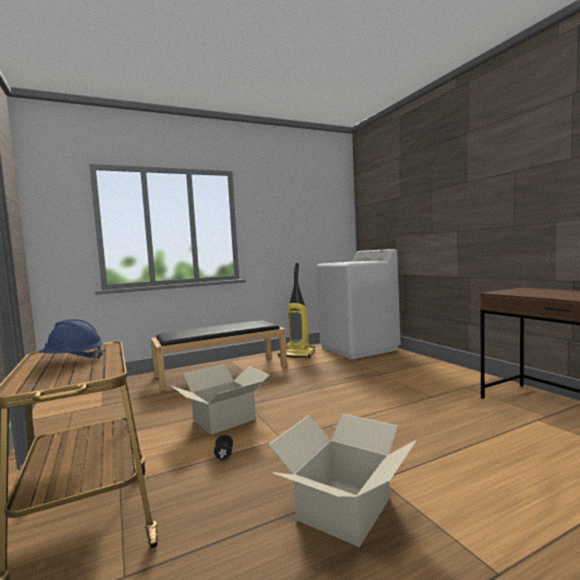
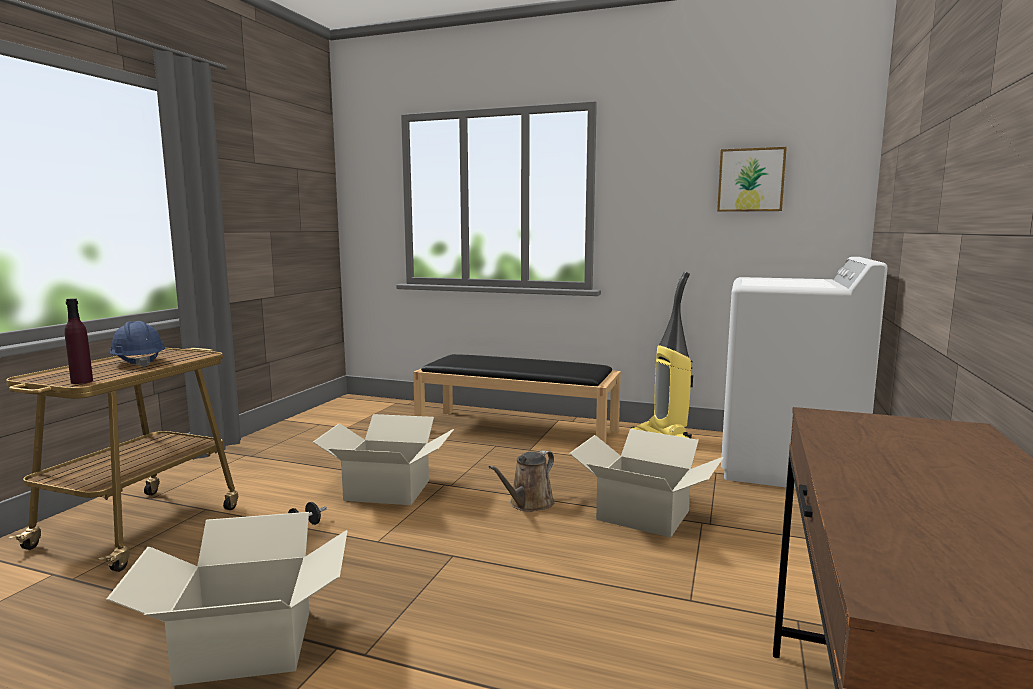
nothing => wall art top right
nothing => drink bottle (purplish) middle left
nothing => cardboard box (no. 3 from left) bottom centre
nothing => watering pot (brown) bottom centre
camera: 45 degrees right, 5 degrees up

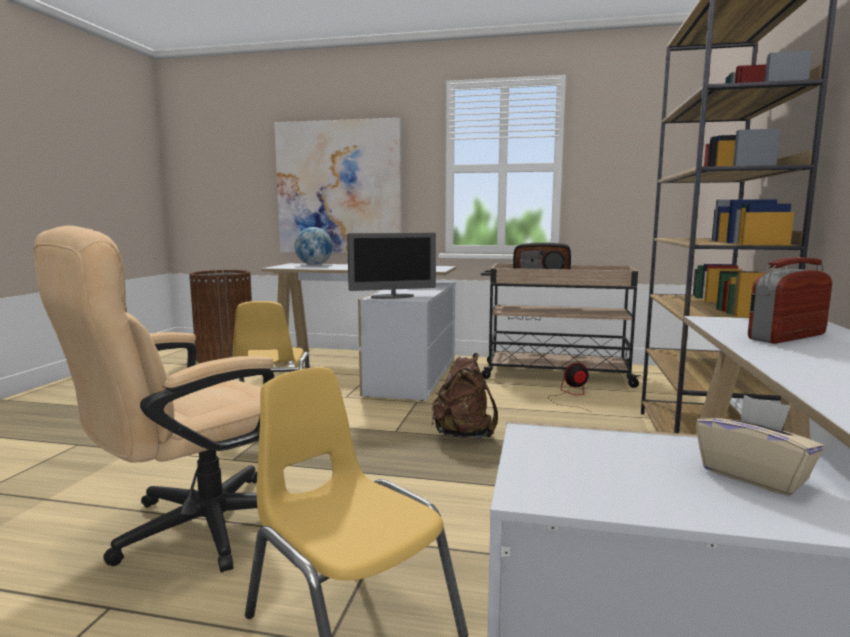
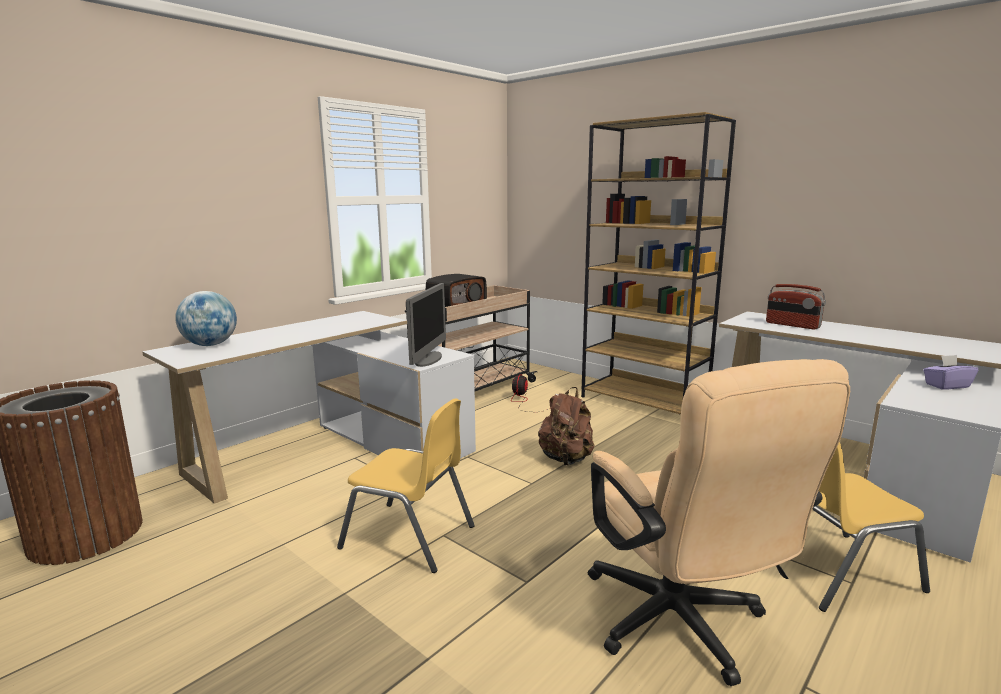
wall art top centre => nothing
radio receiver (no. 2 from left) middle right, 45 degrees counterclockwise
tissue holder (beige-coloured) bottom right => tissue holder (purplish) middle right
camera: 60 degrees left, 5 degrees up

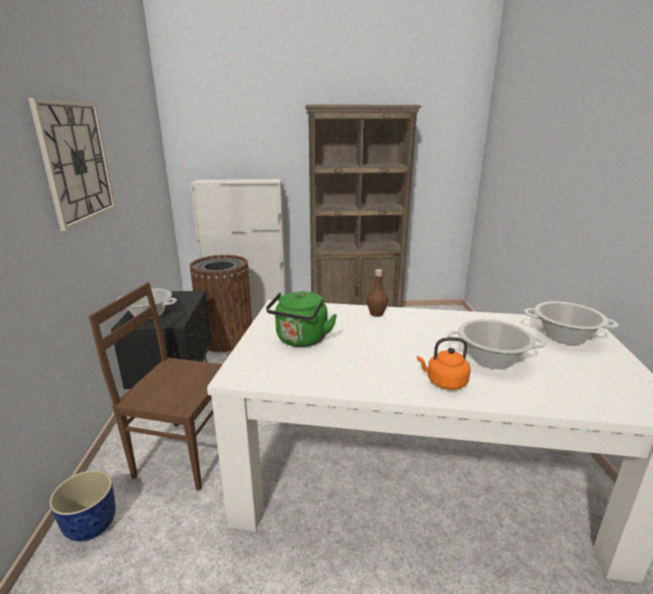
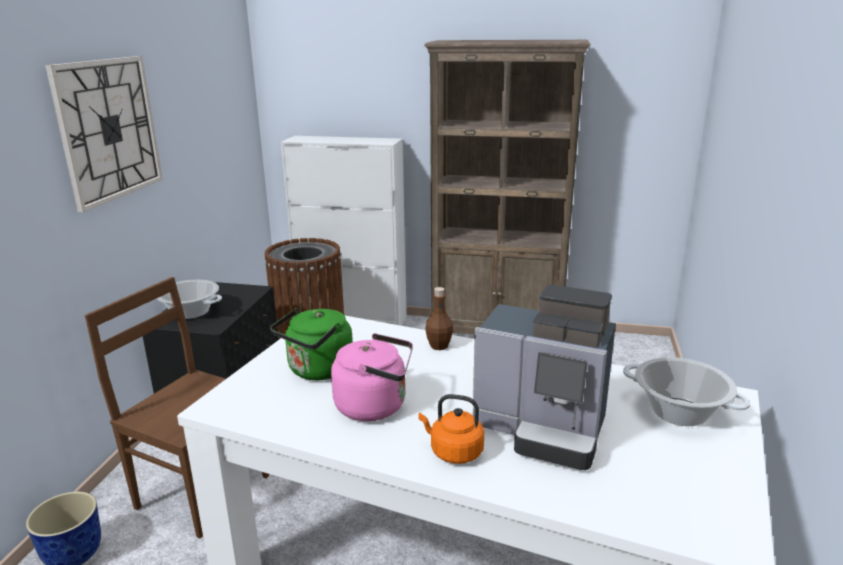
cooking pot (no. 2 from left) middle right => coffee maker bottom centre
nothing => tea kettle (pink-coloured) bottom centre
camera: 15 degrees right, 0 degrees up

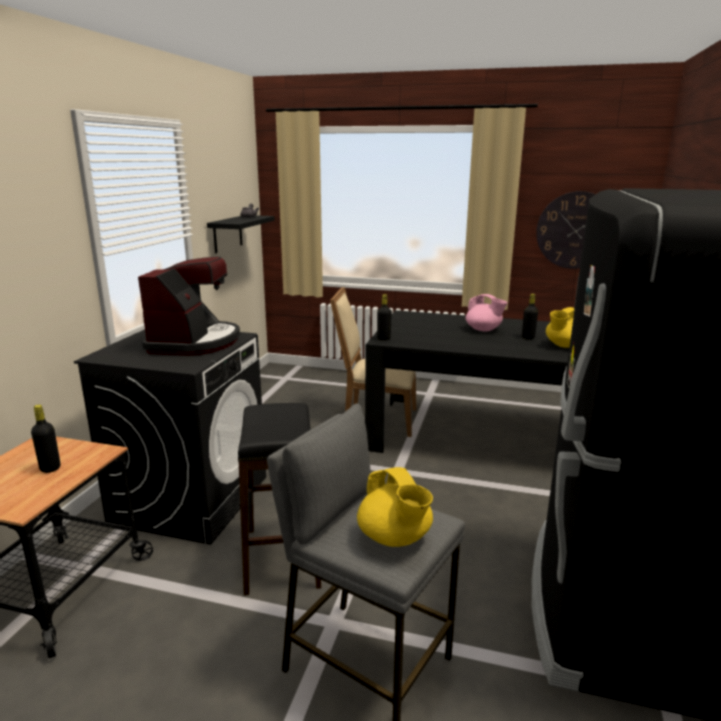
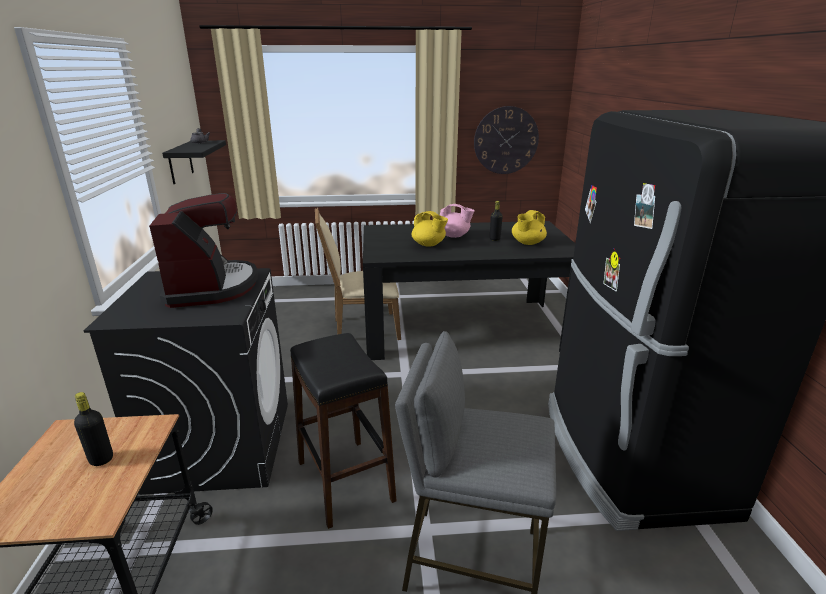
drink bottle (black) (no. 2 from left) centre => nothing
teapot (yellow-coloured) (no. 1 from left) bottom centre => teapot (yellow-coloured) (no. 1 from left) centre, relocated
camera: 20 degrees left, 5 degrees up

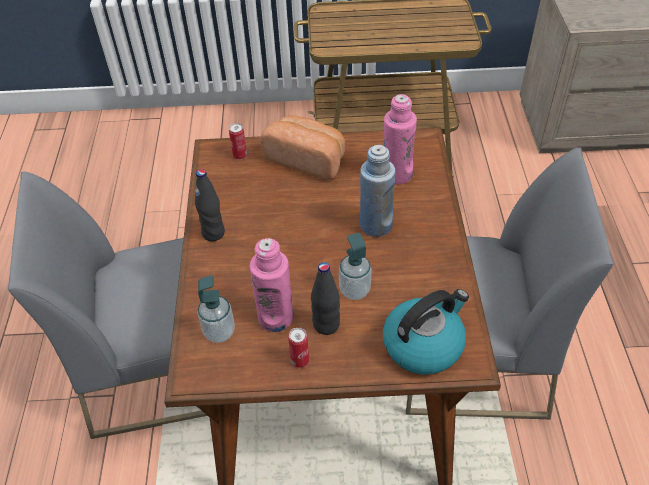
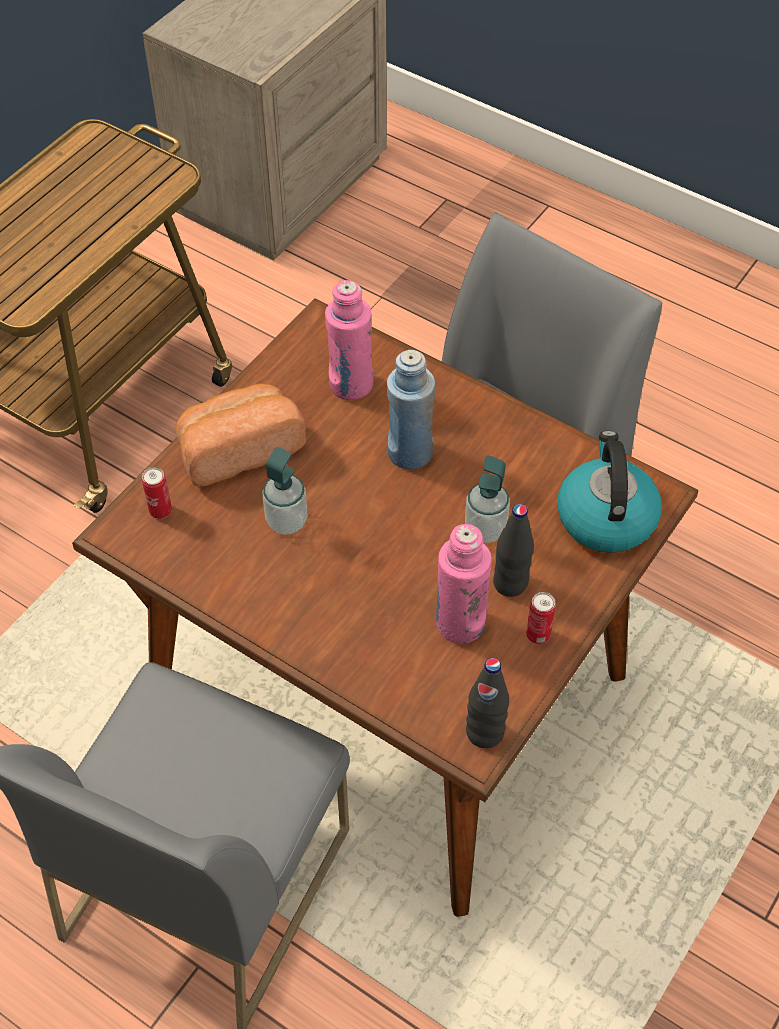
drink bottle (black) (no. 1 from left) middle left => drink bottle (black) (no. 1 from left) bottom centre, relocated
liquid soap bottle (no. 1 from left) middle left => liquid soap bottle (no. 1 from left) centre, relocated
camera: 55 degrees left, 5 degrees up

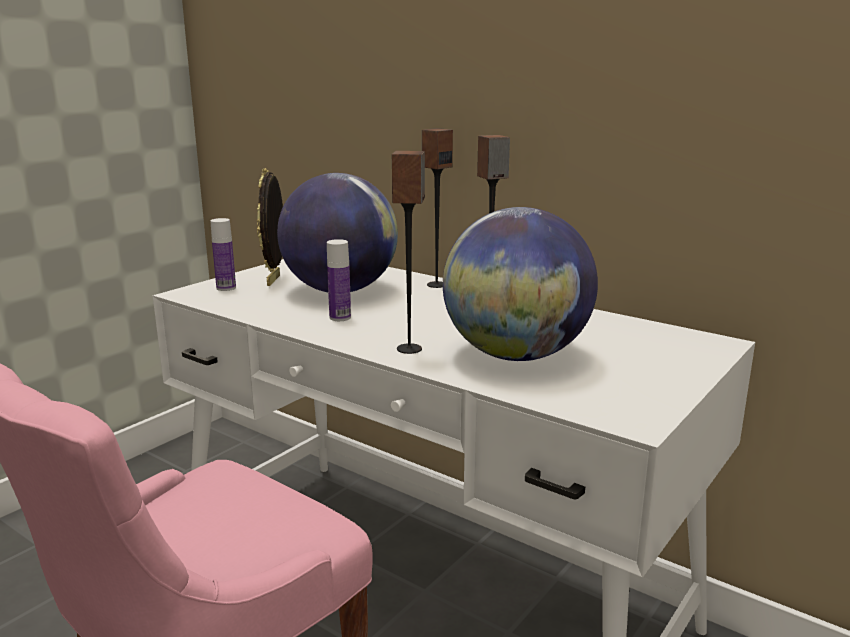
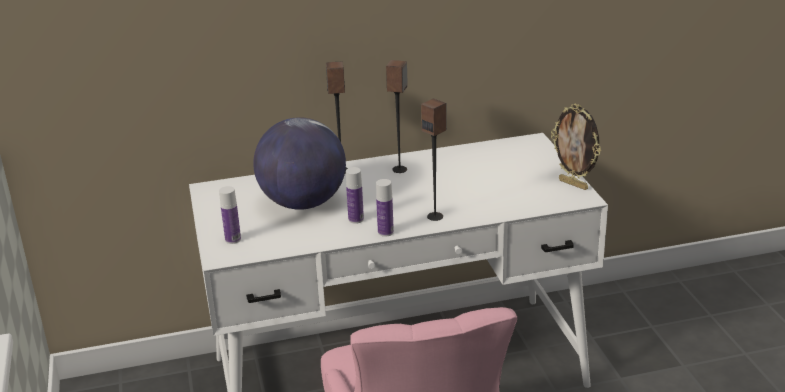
standing frame middle left => standing frame middle right, relocated
world globe (no. 2 from left) centre => nothing
nothing => drink bottle (no. 3 from left) centre
camera: 50 degrees left, 10 degrees up

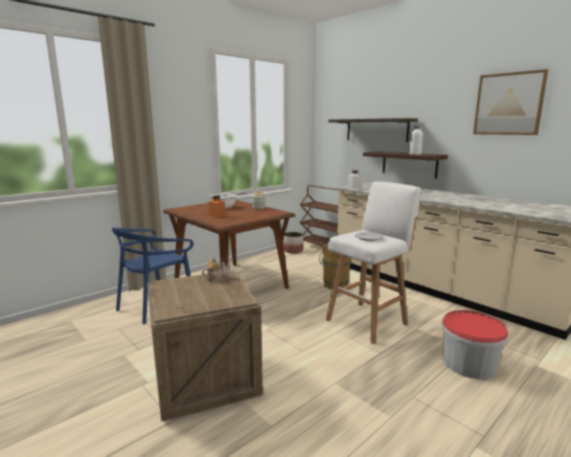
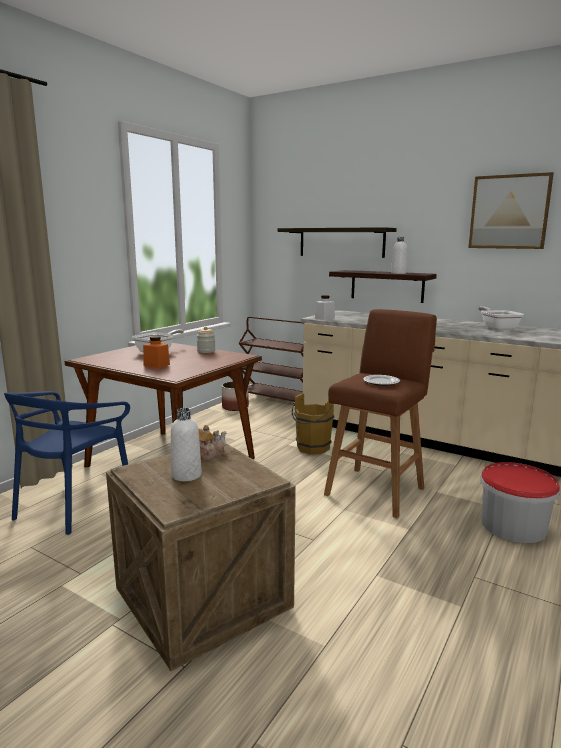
sitting stool (white-coloured) centre => sitting stool (brown) middle right
nothing => frying pan (no. 2 from left) middle right
nothing => drink bottle (white-coloured) (no. 1 from left) middle left
camera: 15 degrees left, 0 degrees up

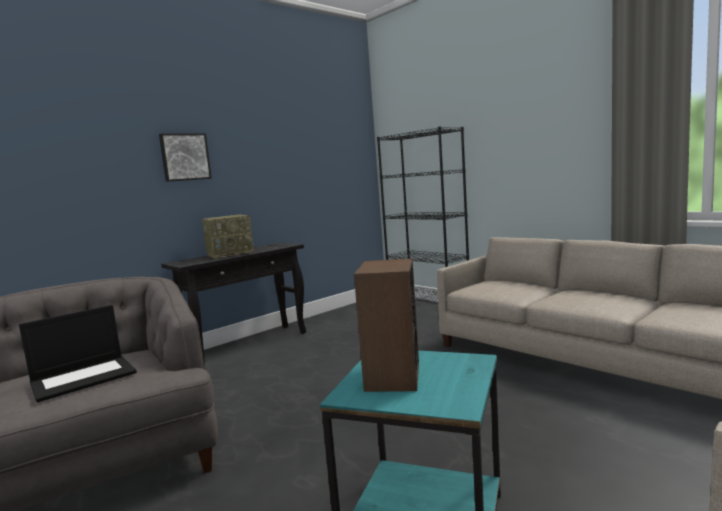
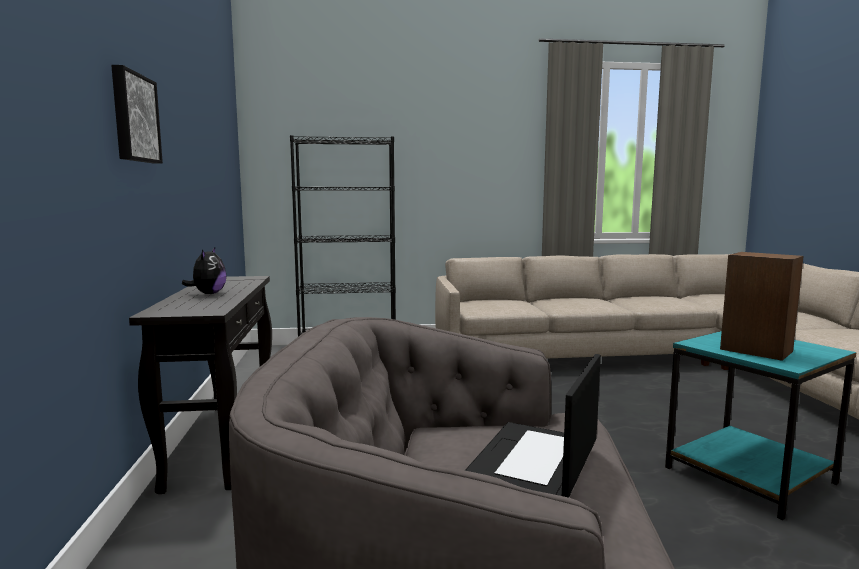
radio receiver middle left => cuddly toy middle left
laptop bottom left => laptop bottom centre, 150 degrees counterclockwise
camera: 55 degrees left, 0 degrees up

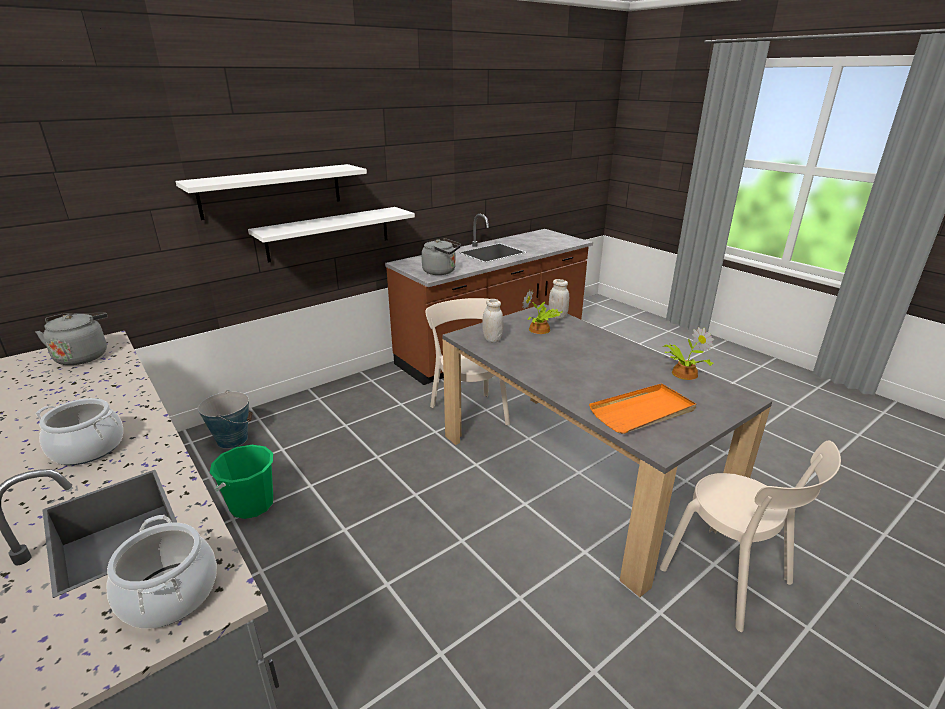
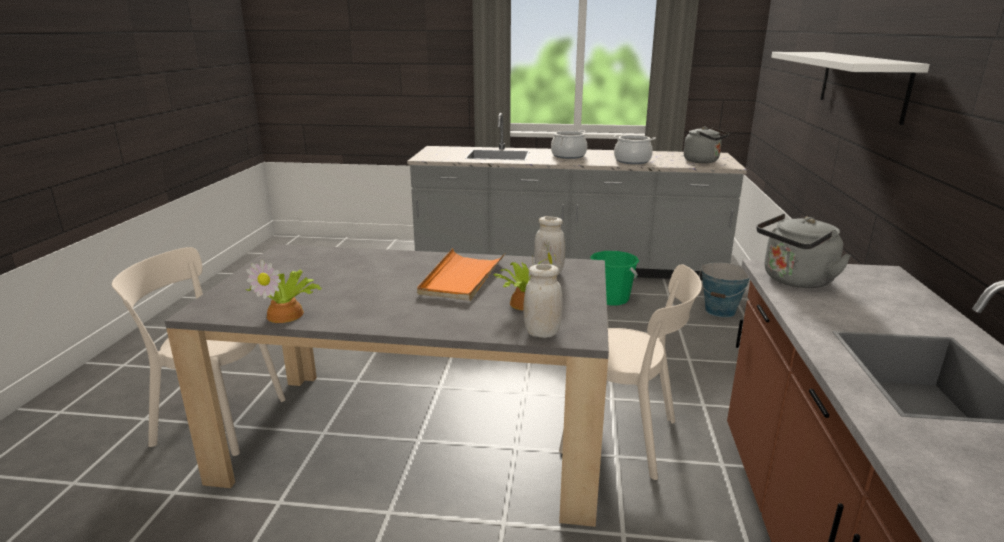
bracket shelf (white-coloured) (no. 2 from left) top centre => nothing
serving tray (orangey) middle right => serving tray (orangey) centre, relocated
cooking pot (no. 2 from left) bottom left => cooking pot (no. 2 from left) top centre, relocated
camera: 135 degrees right, 5 degrees down

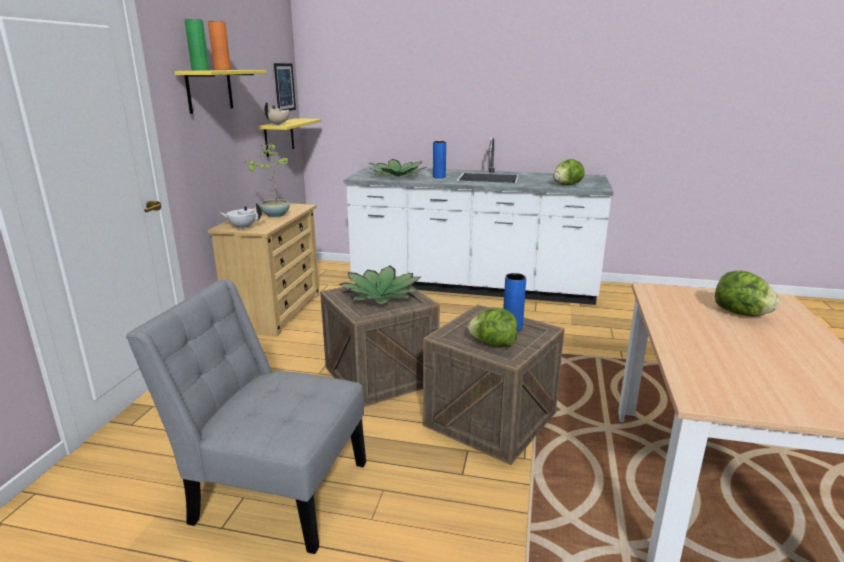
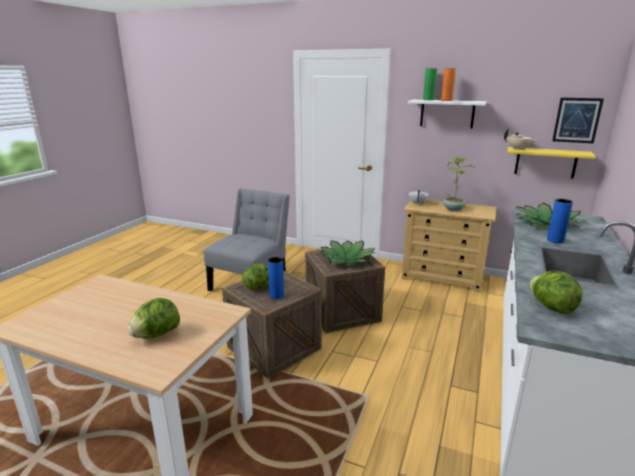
bracket shelf (yellow-coloured) (no. 1 from left) top left => bracket shelf (white-coloured) top right
camera: 100 degrees right, 0 degrees up

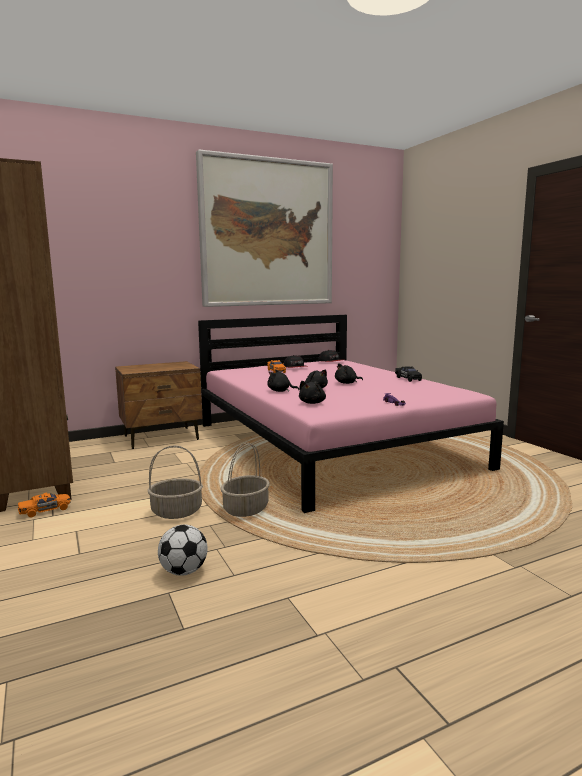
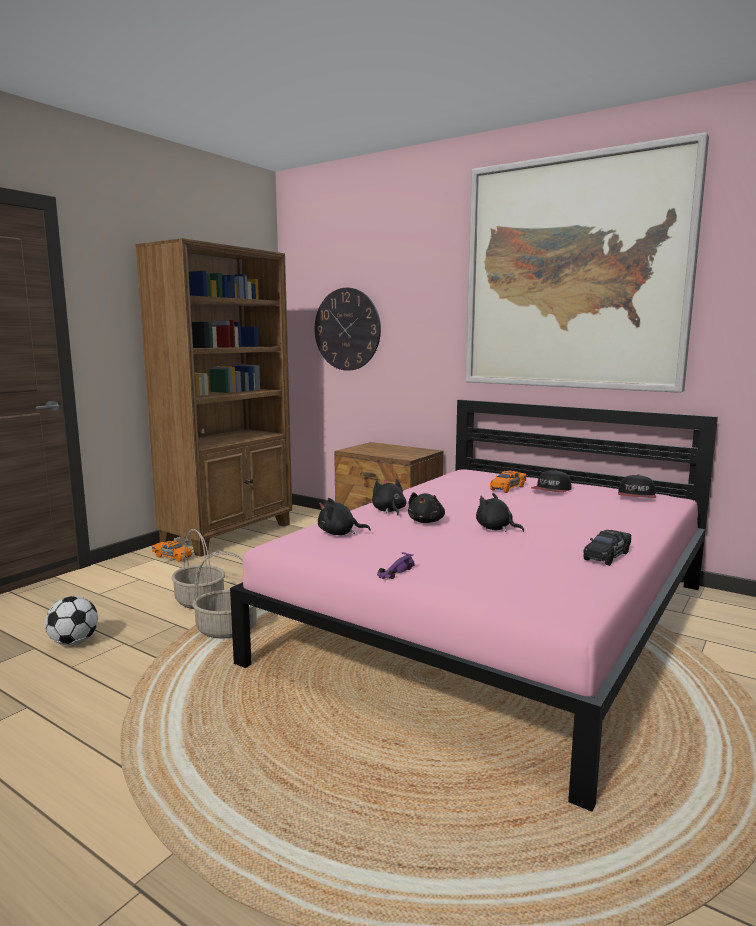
nothing => clock on the wall centre
camera: 60 degrees right, 0 degrees up

